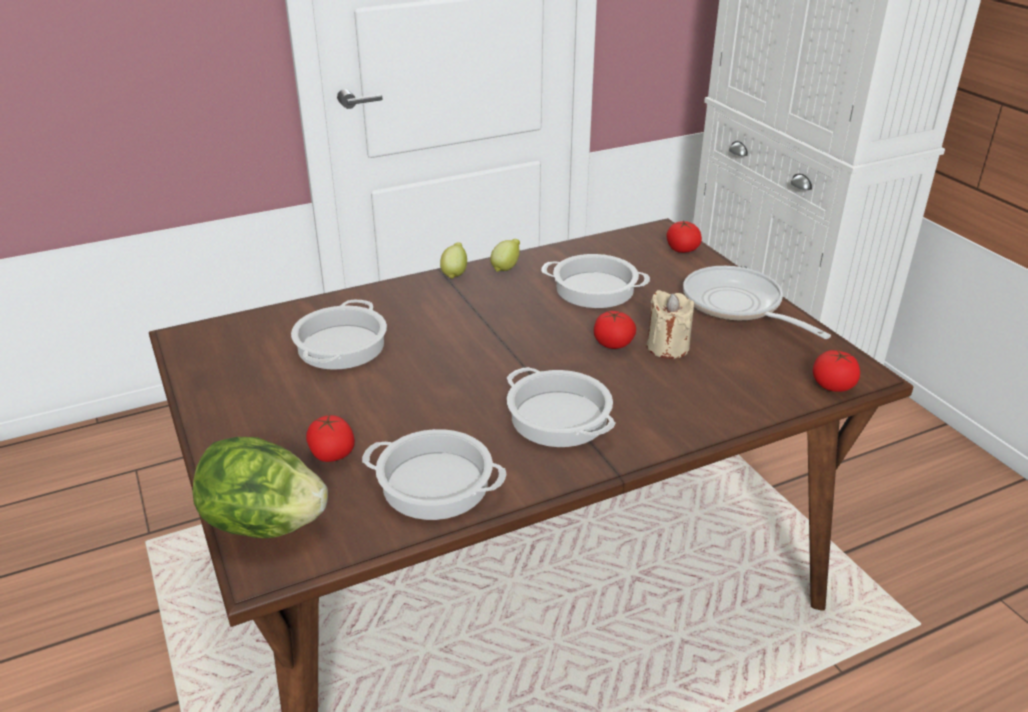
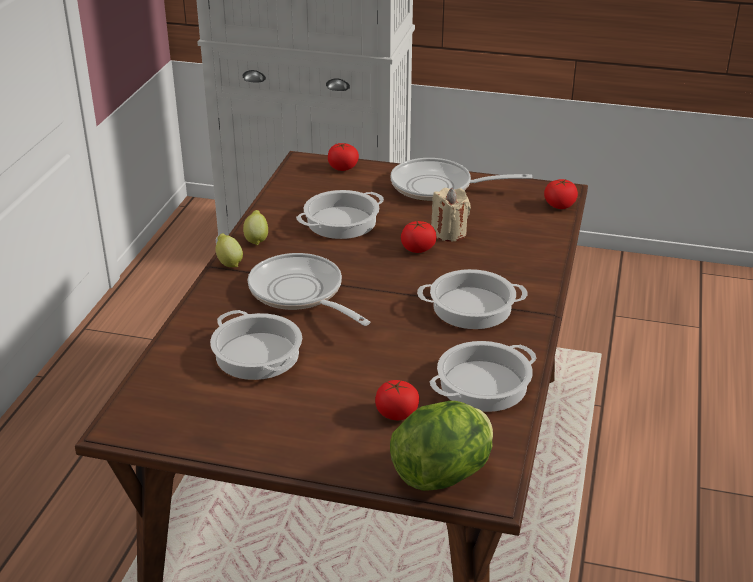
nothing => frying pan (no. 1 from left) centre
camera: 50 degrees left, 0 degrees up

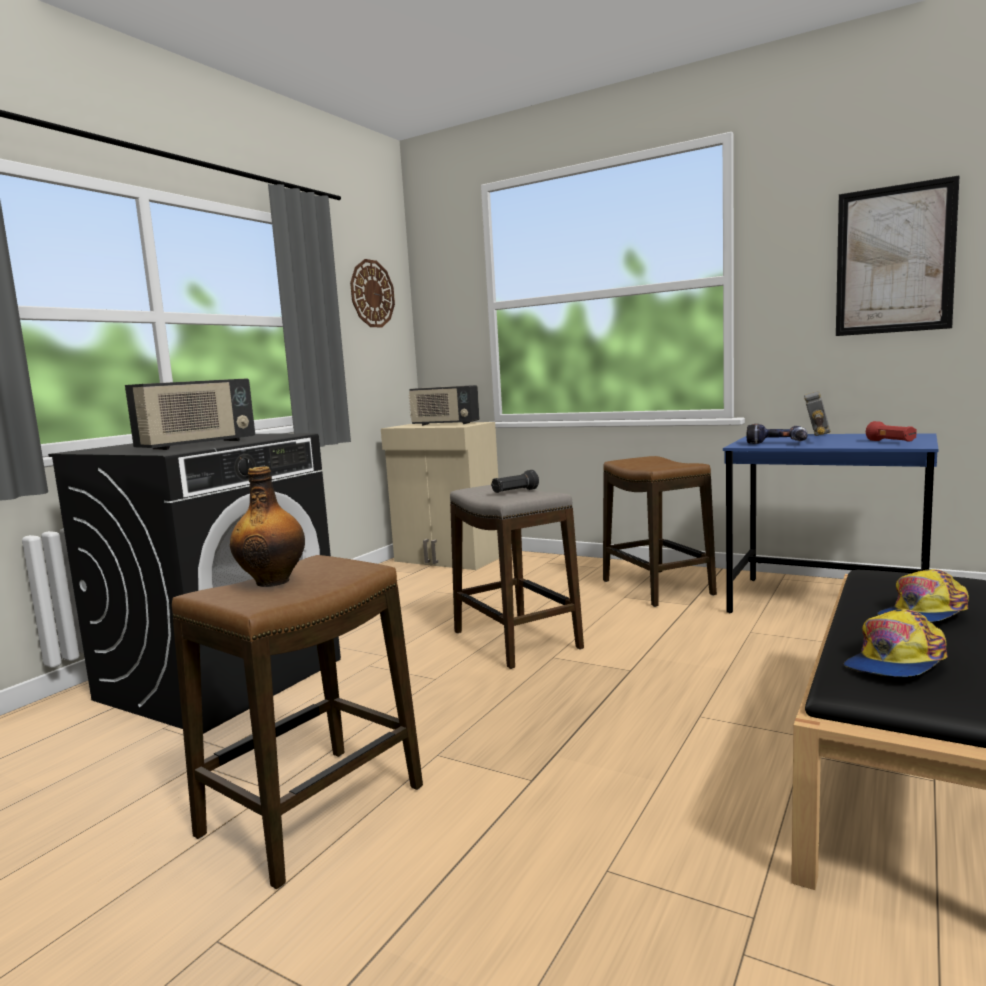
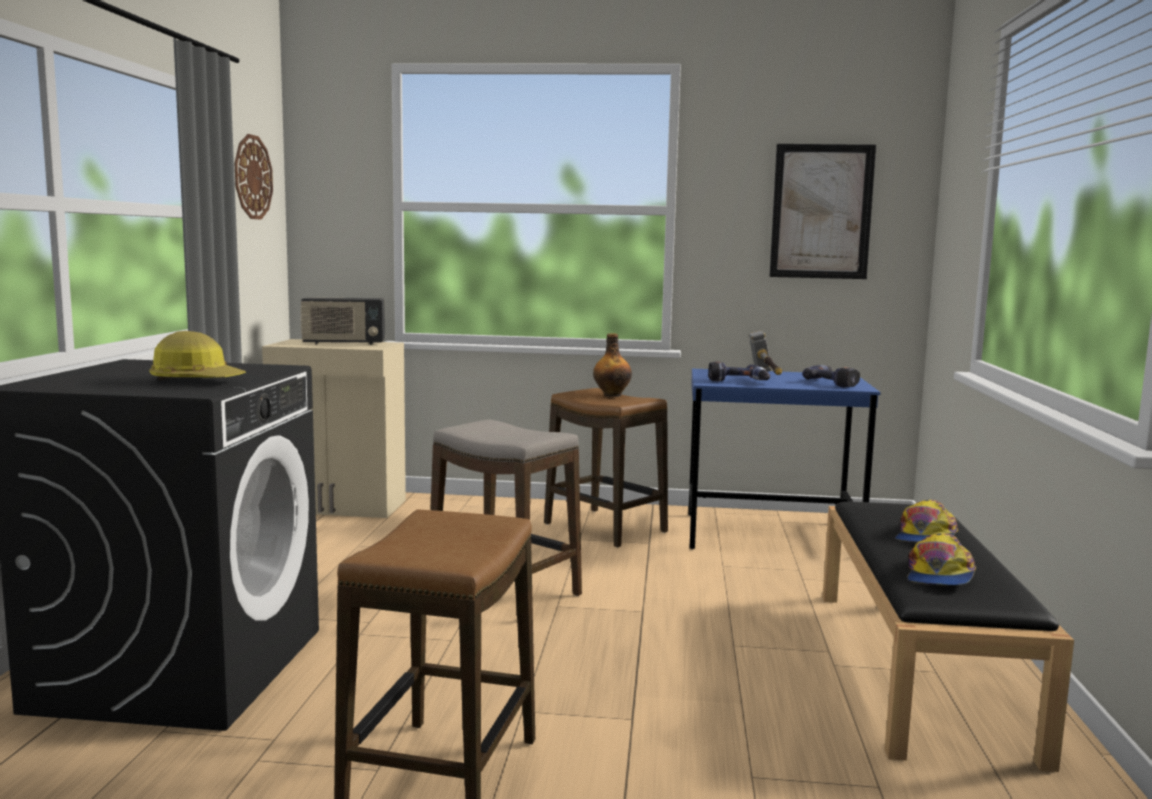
radio receiver (no. 1 from left) middle left => work helmet middle left
hand torch (reddish) middle right => drill (no. 2 from left) middle right
drink bottle middle left => drink bottle centre, relocated
hand torch (black) centre => nothing
camera: 25 degrees left, 0 degrees up

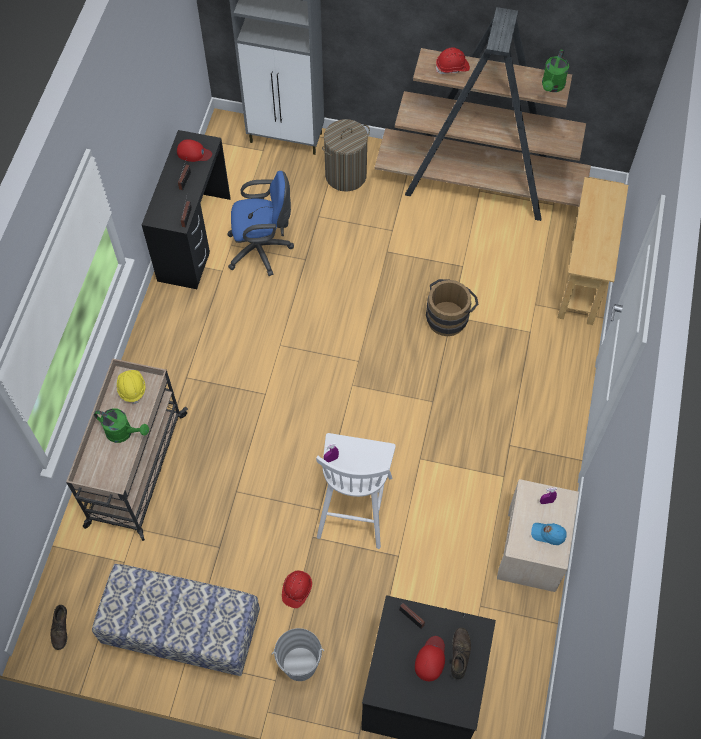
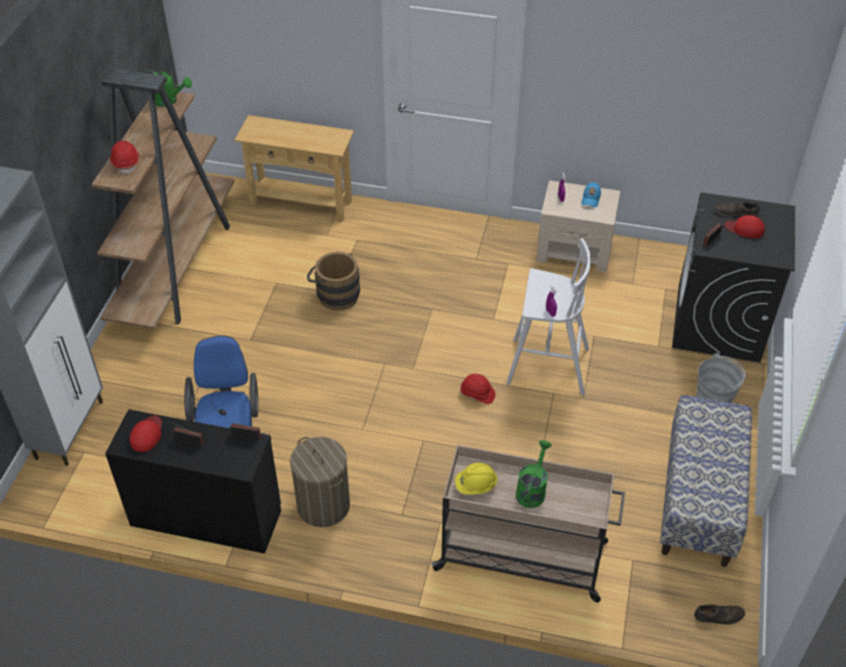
laundry basket top centre => laundry basket bottom centre, relocated
work helmet (reddish) (no. 1 from left in the first image) bottom centre => work helmet (reddish) (no. 2 from left) centre, relocated
camera: 90 degrees left, 15 degrees down

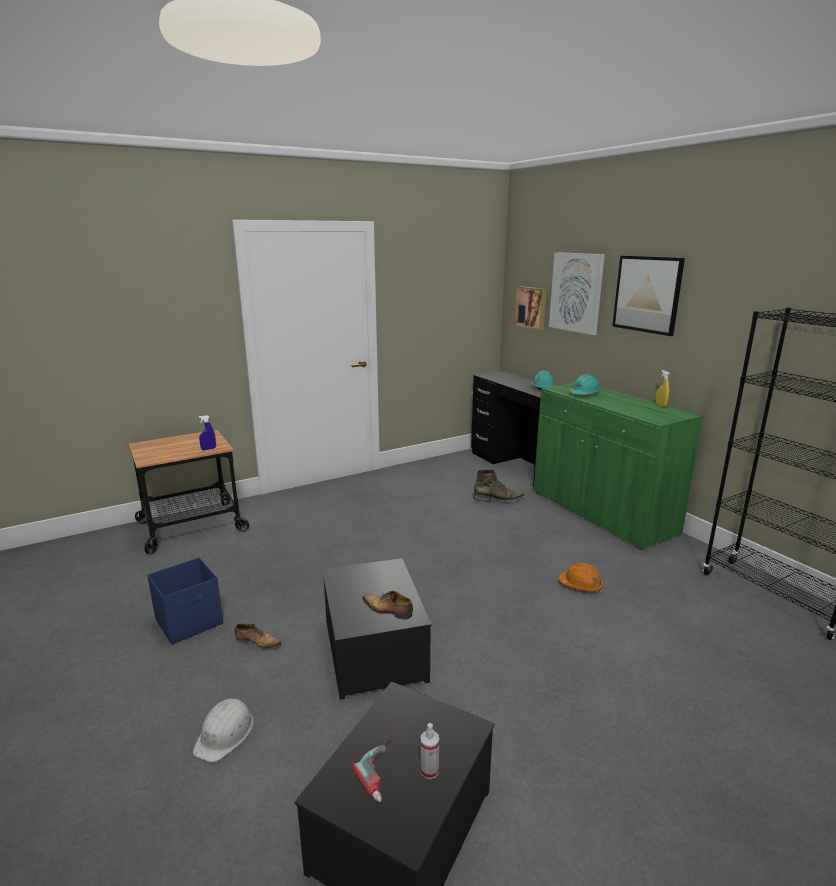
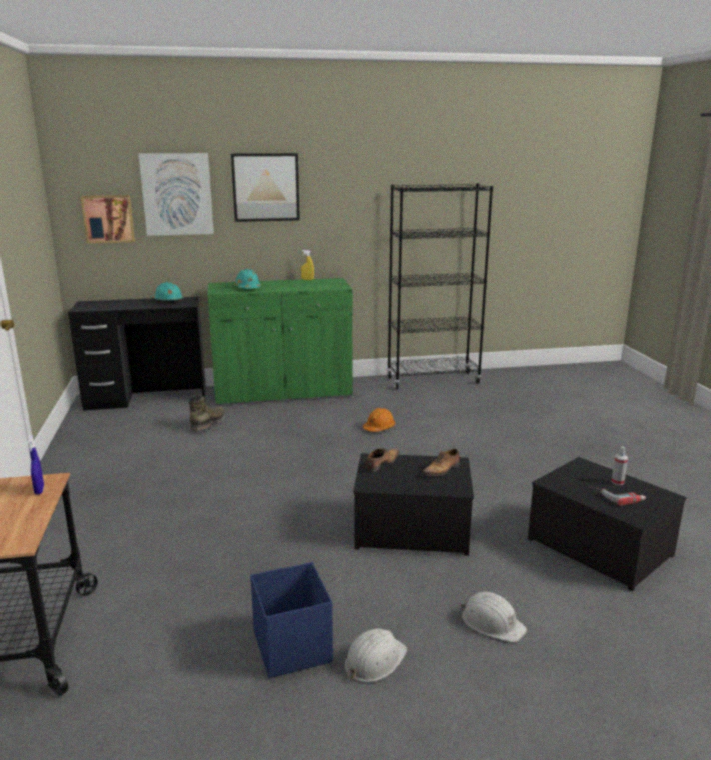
low shoe (no. 1 from left) bottom left => low shoe (no. 1 from left) centre, relocated
nothing => work helmet (white-coloured) (no. 1 from left) bottom centre
camera: 70 degrees left, 0 degrees up

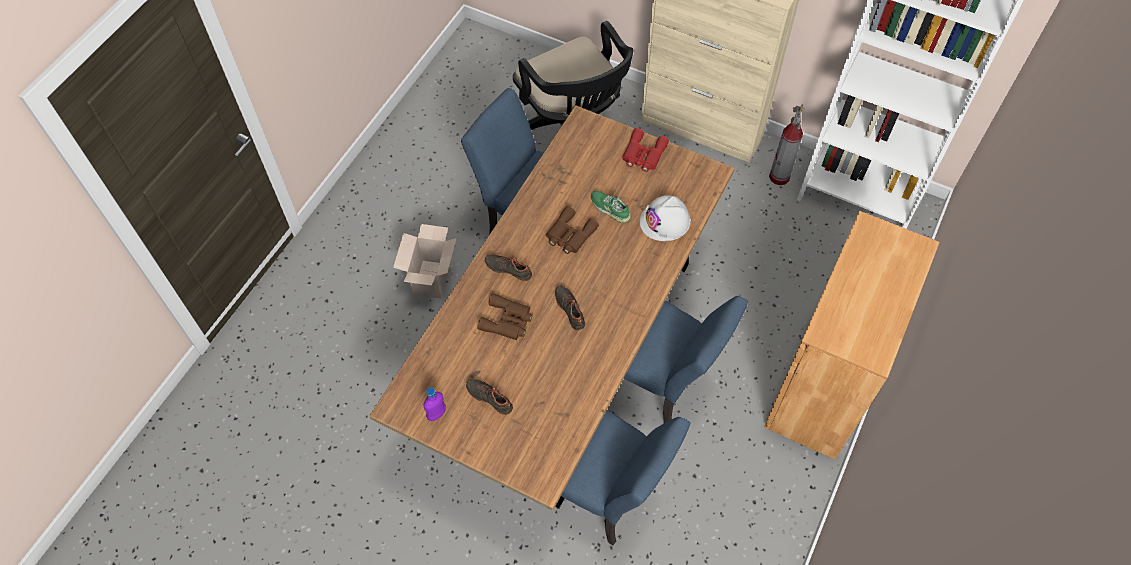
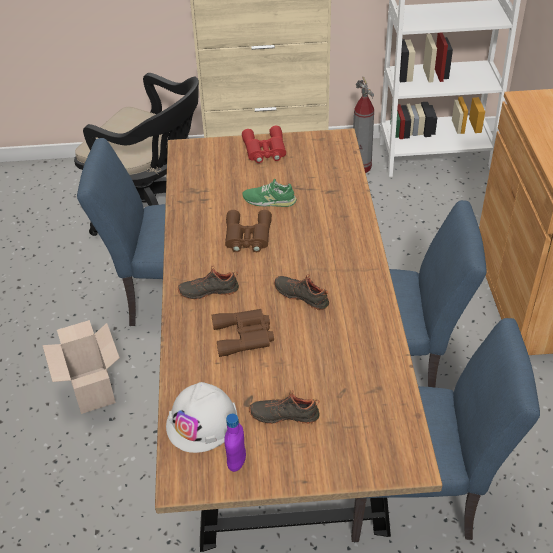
work helmet (white-coloured) centre => work helmet (white-coloured) bottom centre, relocated
camera: 30 degrees left, 15 degrees down

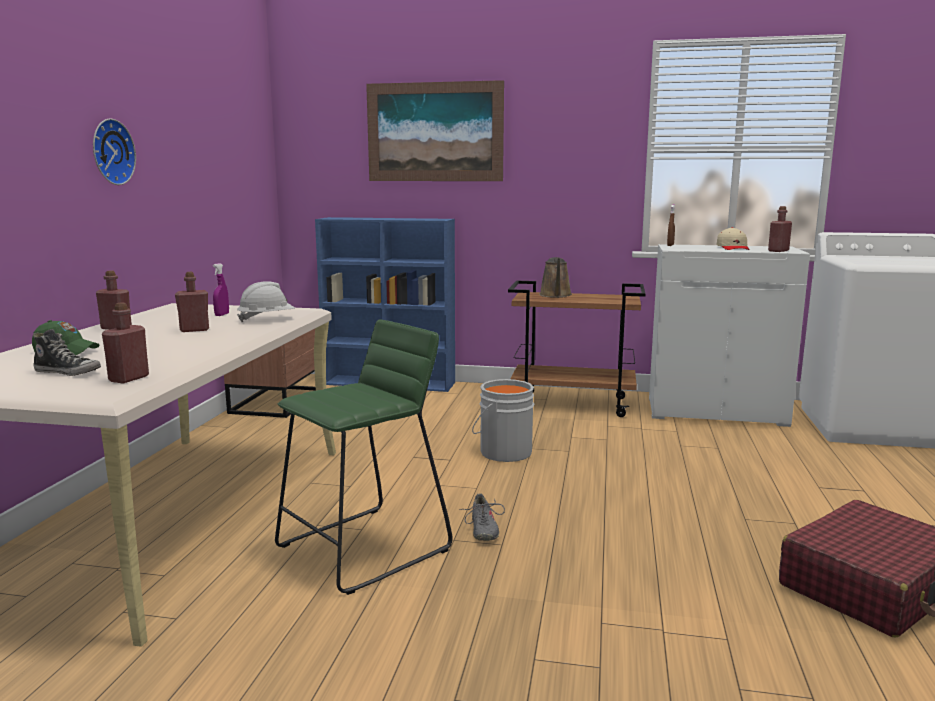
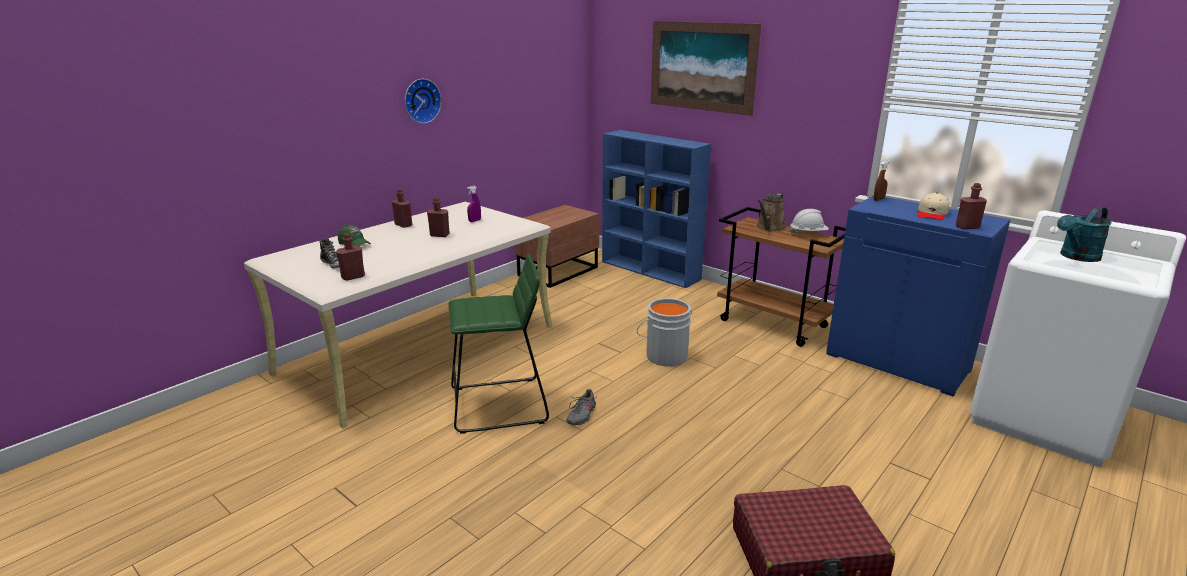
storage cabinet (white-coloured) middle right => storage cabinet (blue-coloured) middle right
work helmet (white-coloured) middle left => work helmet (white-coloured) middle right, relocated
nothing => watering pot (turquoise) middle right
camera: 30 degrees right, 10 degrees up

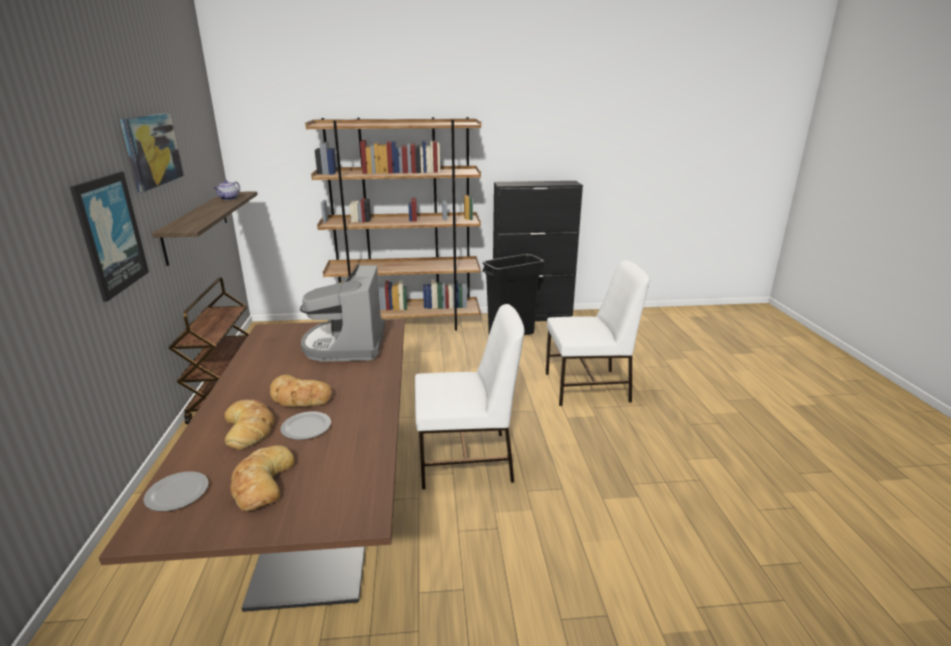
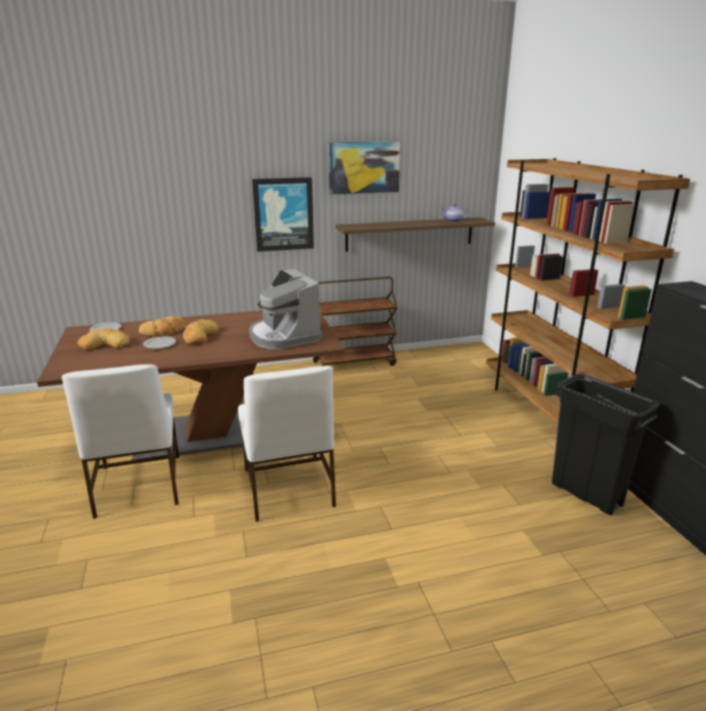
chair (white-coloured) (no. 2 from left in the first image) centre => chair (white-coloured) (no. 1 from left) middle left, relocated
coffee maker centre, 105 degrees counterclockwise
camera: 80 degrees right, 0 degrees up

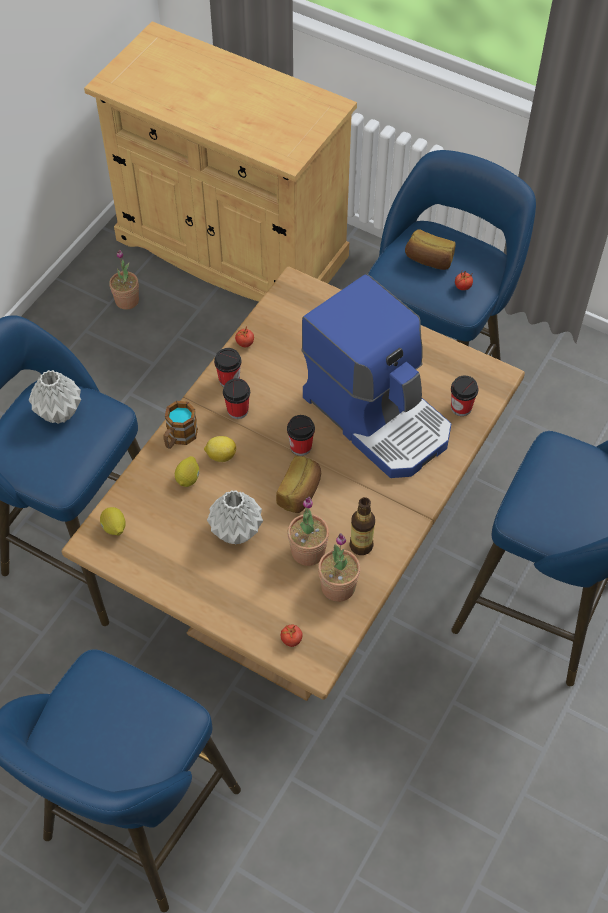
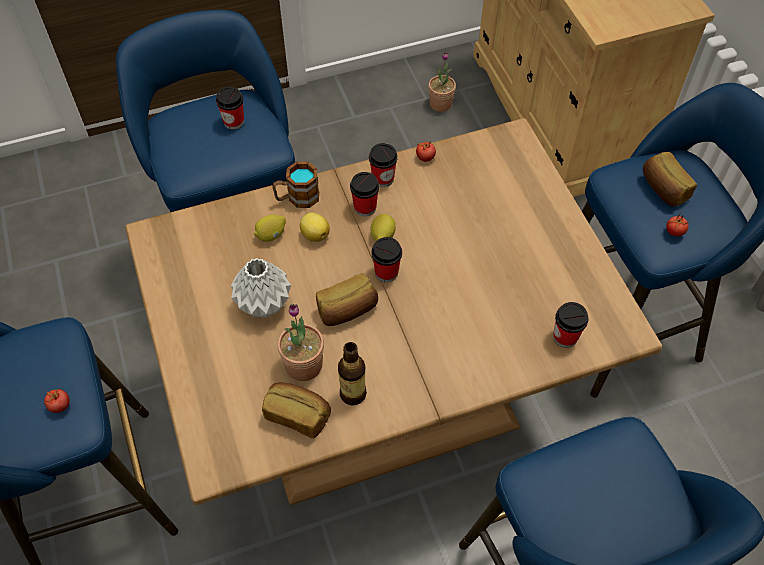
coffee maker centre => nothing
flower vase (gray) (no. 1 from left) middle left => small cup (no. 1 from left) top left
citrus fruit (no. 1 from left in the first image) middle left => citrus fruit (no. 3 from left) centre, relocated
plant in a pot (no. 3 from left) centre => baked bread (no. 1 from left) bottom centre
fresh tomato (no. 2 from left in the first image) bottom centre => fresh tomato (no. 1 from left) bottom left, relocated
camera: 40 degrees right, 0 degrees up

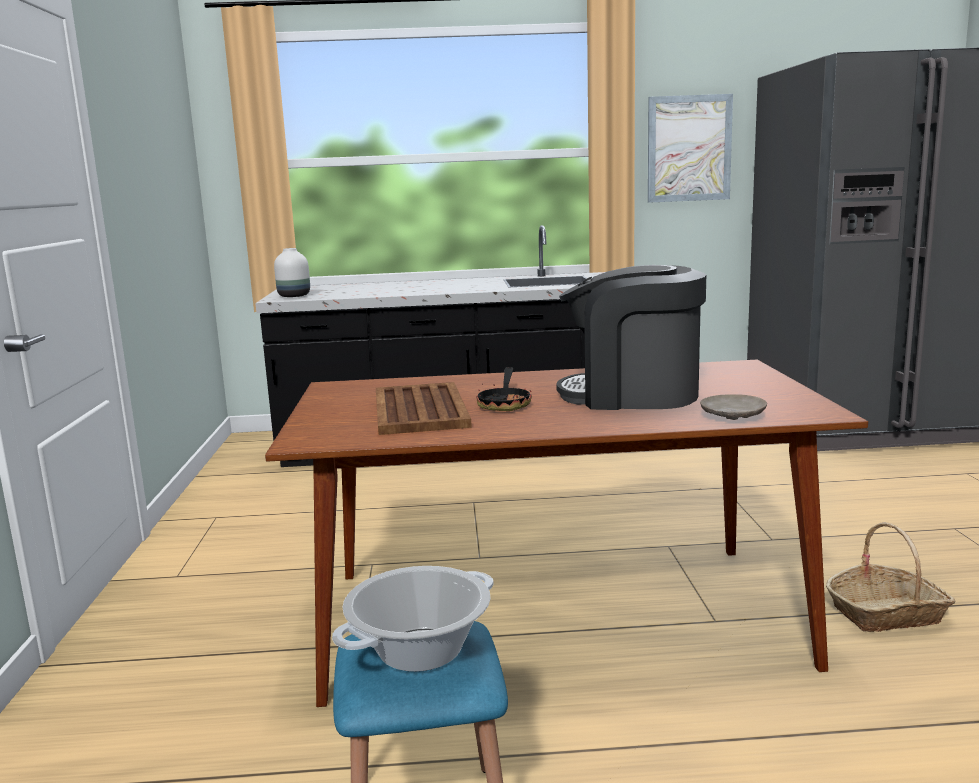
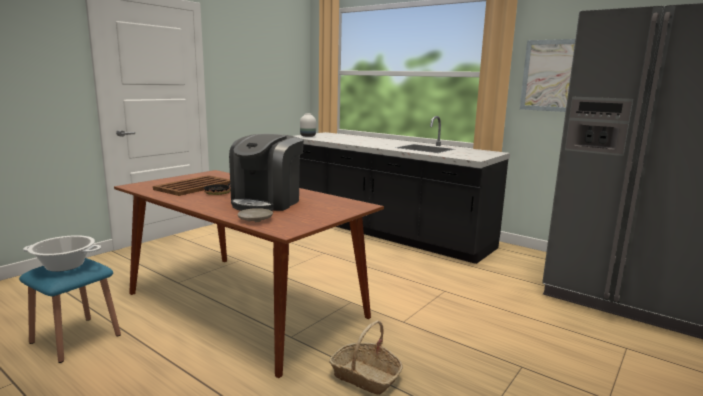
coffee maker centre, 120 degrees counterclockwise
camera: 40 degrees right, 0 degrees up

